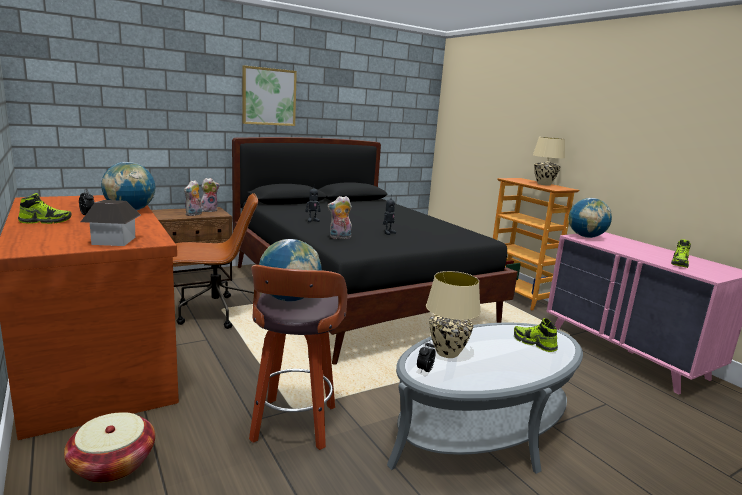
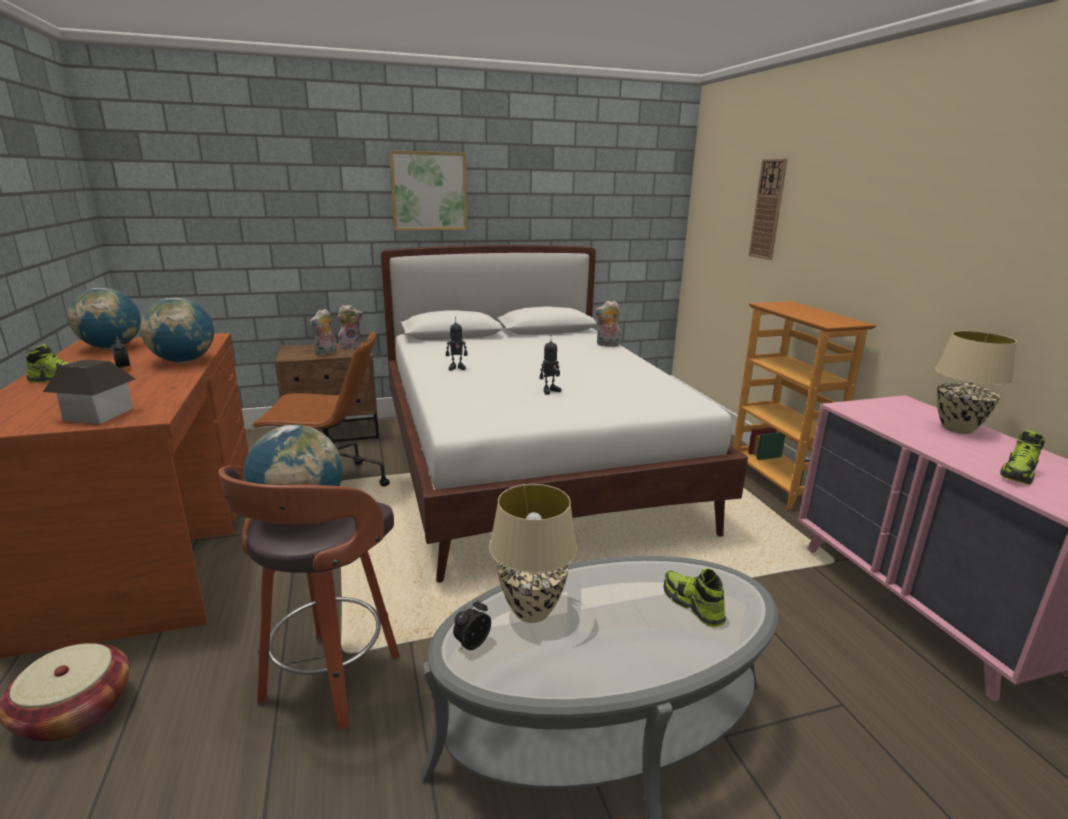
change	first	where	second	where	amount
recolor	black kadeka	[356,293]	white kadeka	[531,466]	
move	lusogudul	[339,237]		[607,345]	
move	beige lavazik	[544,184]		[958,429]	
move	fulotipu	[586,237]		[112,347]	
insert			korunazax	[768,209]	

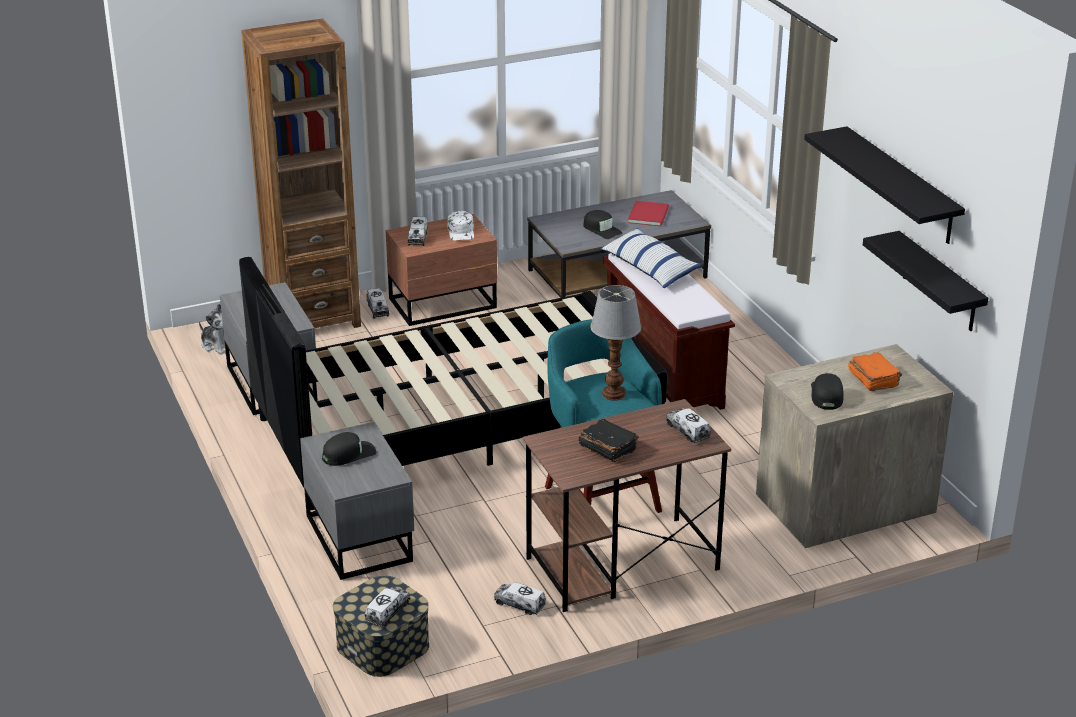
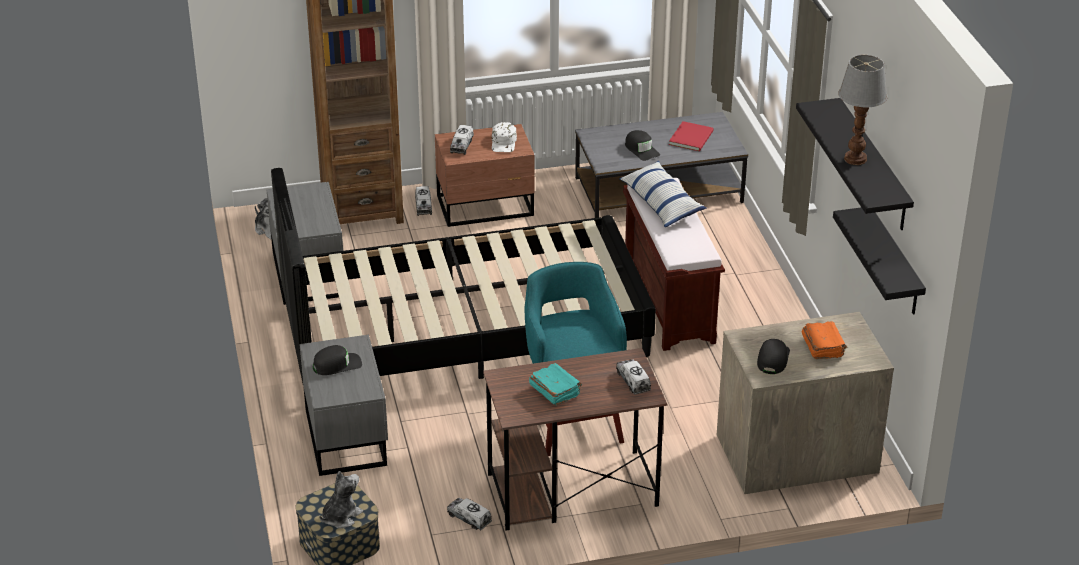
change	first	where	second	where	amount
replace	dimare	[387,612]	lusogudul	[341,517]	
recolor	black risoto	[607,448]	turquoise risoto	[555,391]	
move	lavazik	[614,394]		[856,159]	

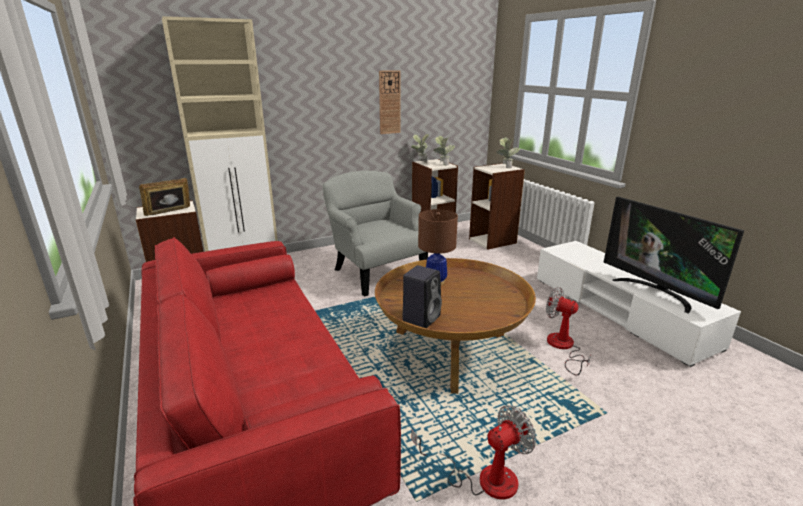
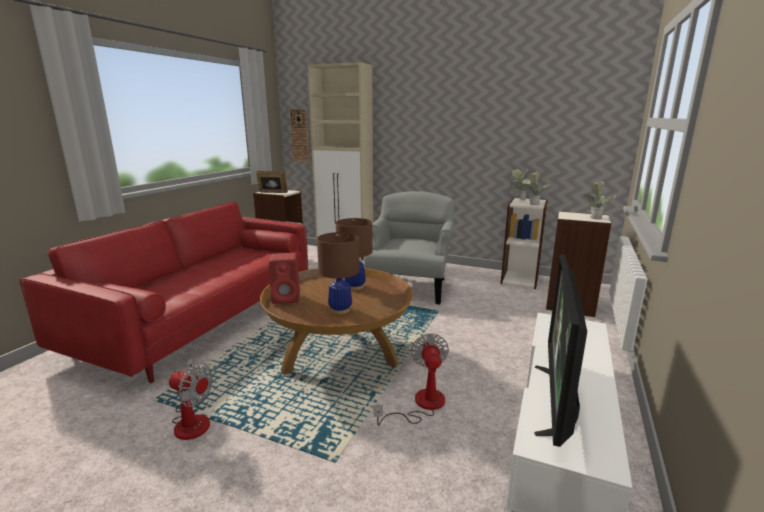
change	first	where	second	where	amount
move	korunazax	[389,102]		[300,135]	
recolor	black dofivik	[421,317]	red dofivik	[287,298]	
insert			brown lavazik	[340,310]	

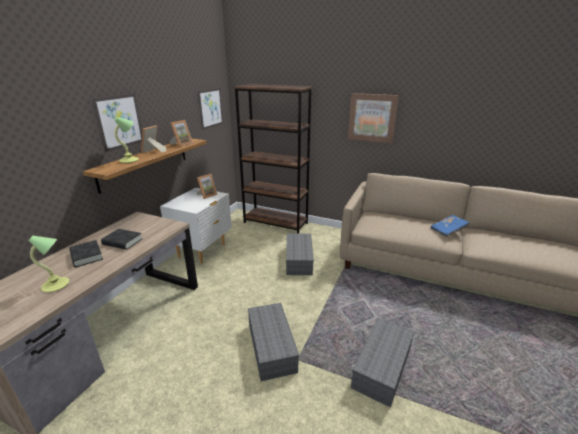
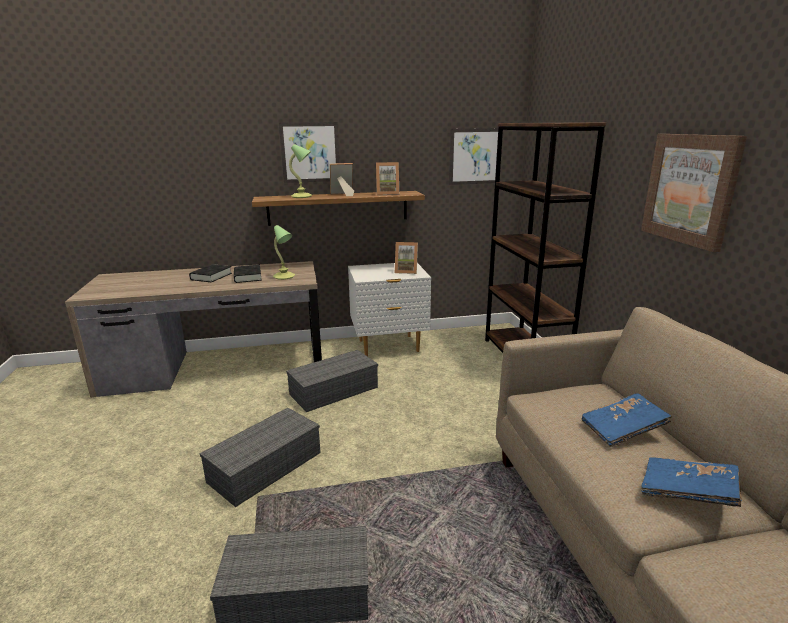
change	first	where	second	where	amount
move	lavazik	[56,285]		[284,277]	
move	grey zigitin	[298,260]		[334,390]	
insert			blue risoto	[622,429]	

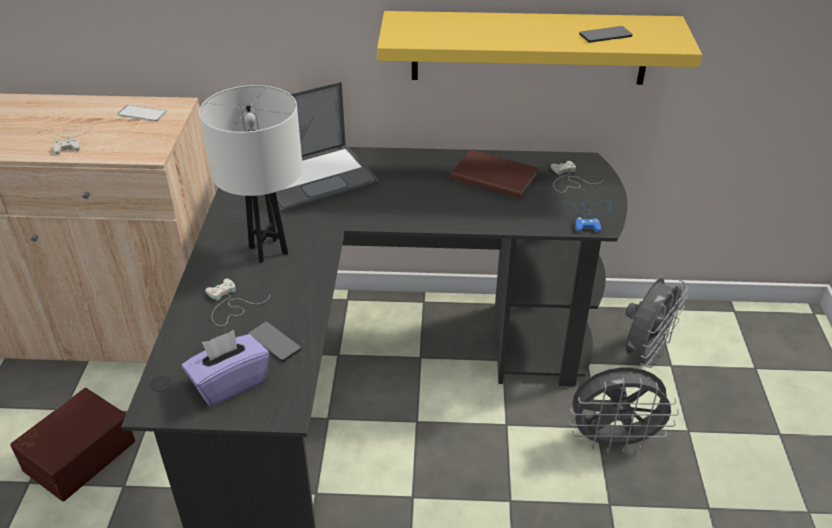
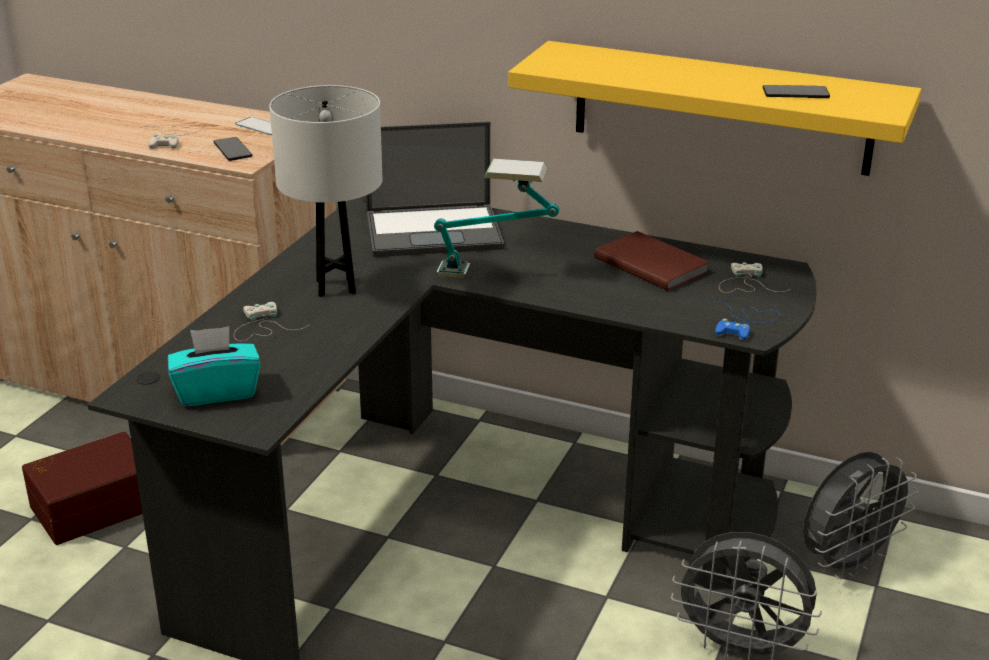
change	first	where	second	where	amount
recolor	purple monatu	[229,383]	turquoise monatu	[216,392]	
move	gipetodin	[274,342]		[232,150]	
insert			lavazik	[496,274]	

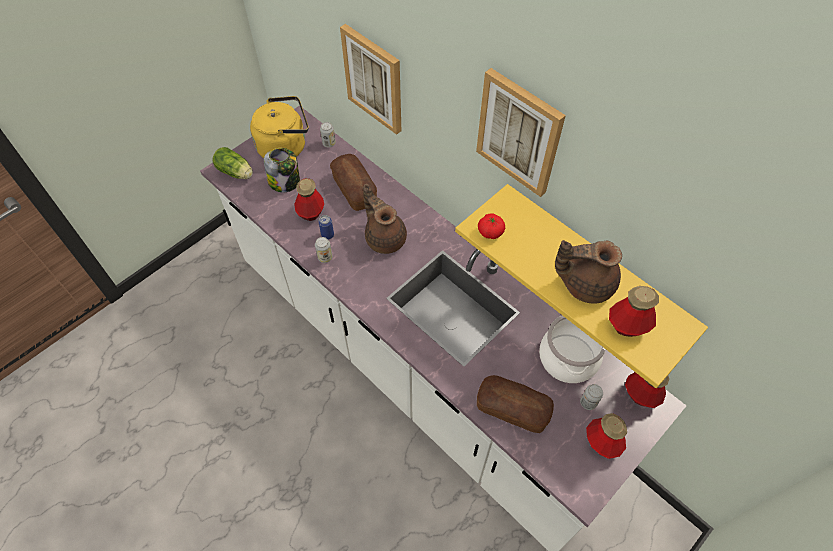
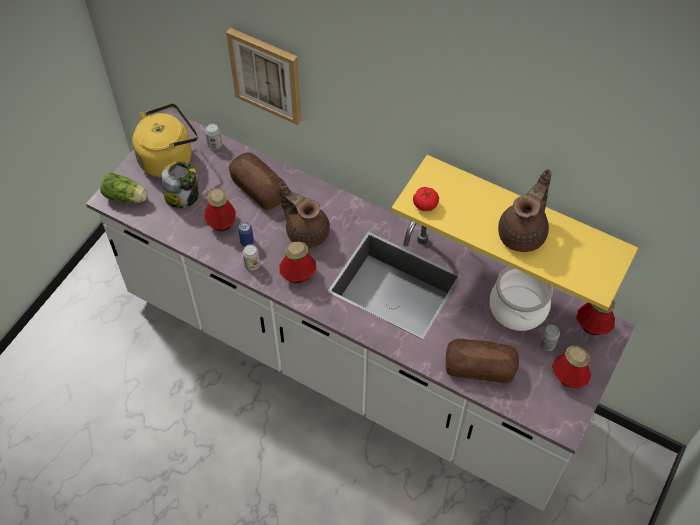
change	first	where	second	where	amount
delete	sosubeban	[519,133]			
rotate	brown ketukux	[585,283]		[523,233]	135 degrees clockwise
move	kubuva	[627,325]		[298,274]	

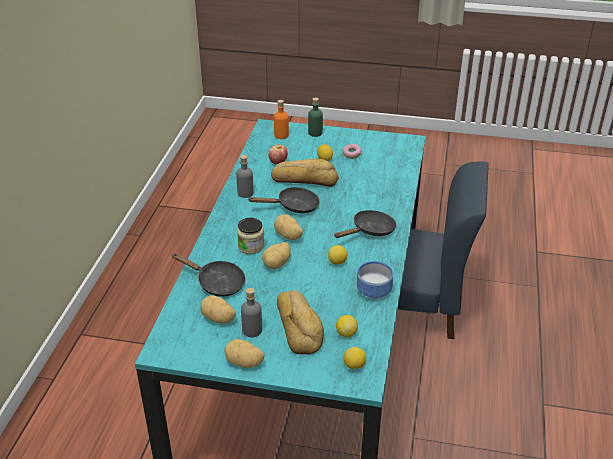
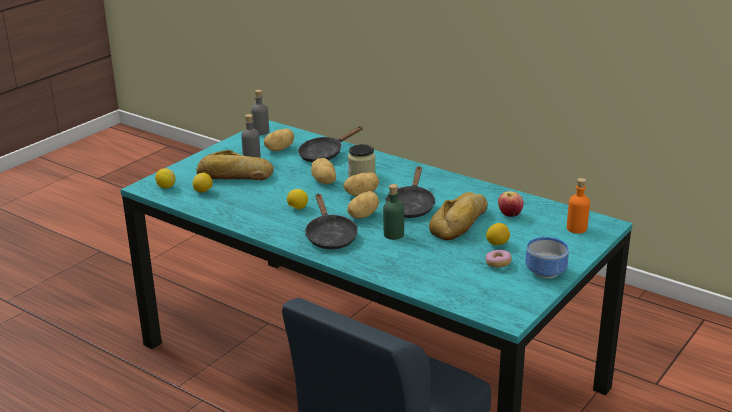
change	first	where	second	where	amount
move	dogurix	[244,363]		[362,215]	
move	grey kubuva	[245,193]		[261,132]	
move	green kubuva	[315,133]		[393,234]	
move	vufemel	[375,290]		[546,273]	

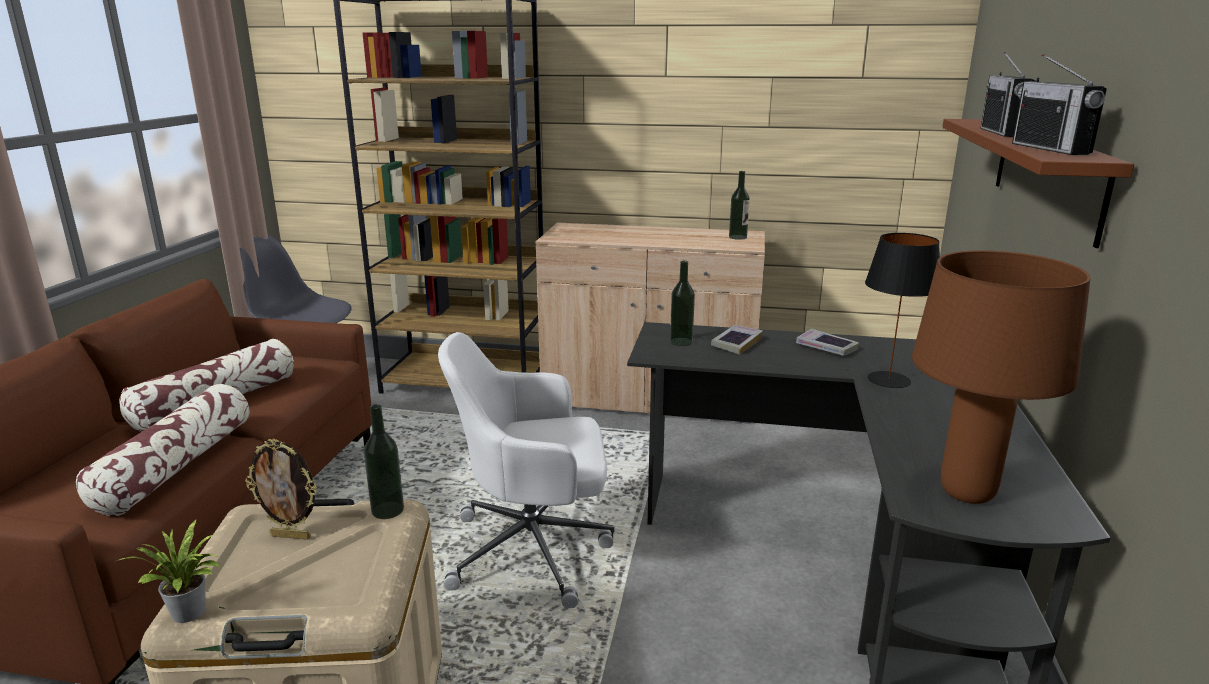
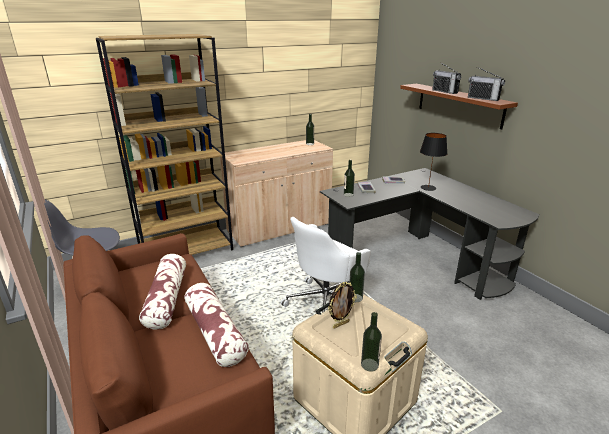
change	first	where	second	where	amount
replace	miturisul	[190,614]	kubuva	[369,365]	
delete	brown lavazik	[968,493]			

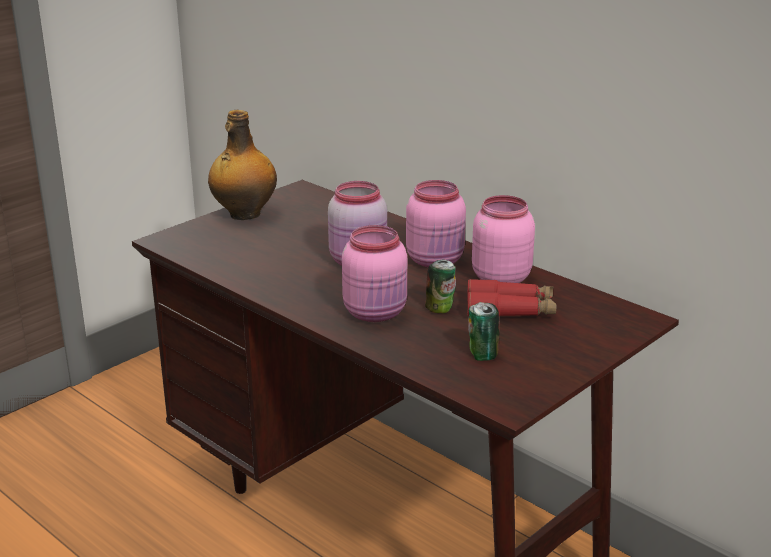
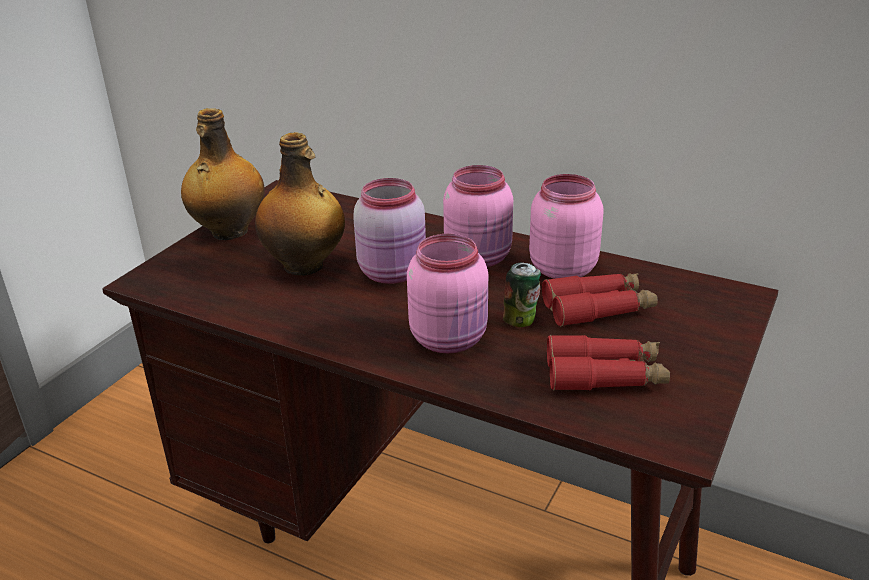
change	first	where	second	where	amount
replace	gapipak	[482,355]	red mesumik	[605,375]	
insert			kubuva	[305,266]	

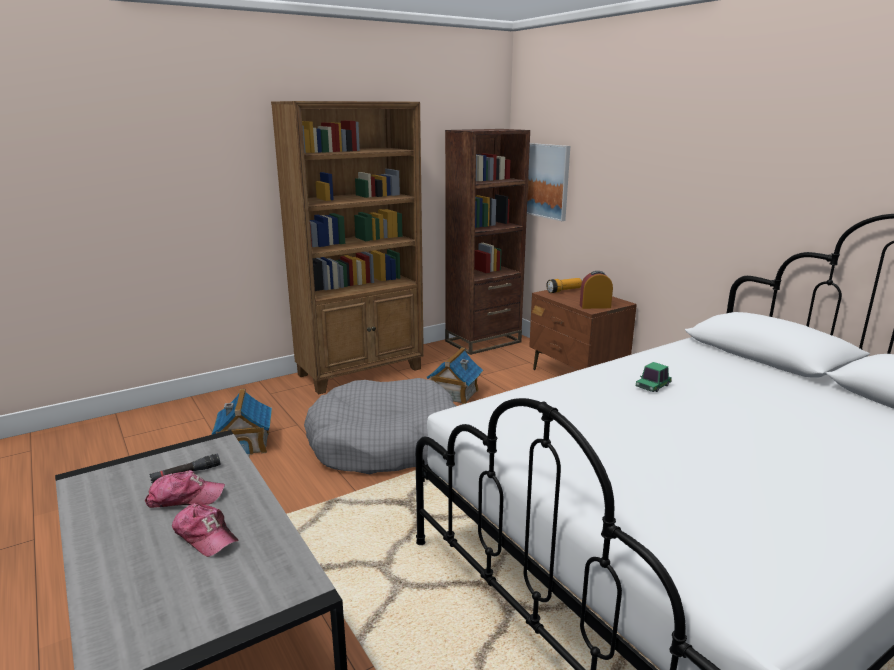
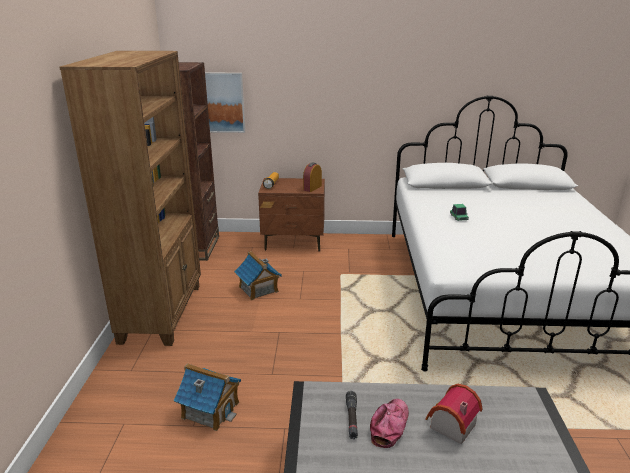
change	first	where	second	where	amount
replace	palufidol	[205,535]	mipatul	[449,425]	
delete	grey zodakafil	[384,443]			

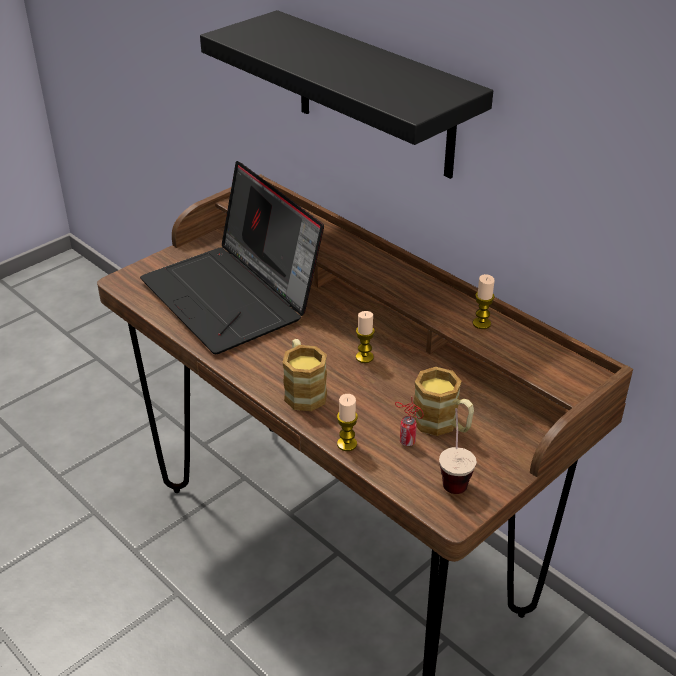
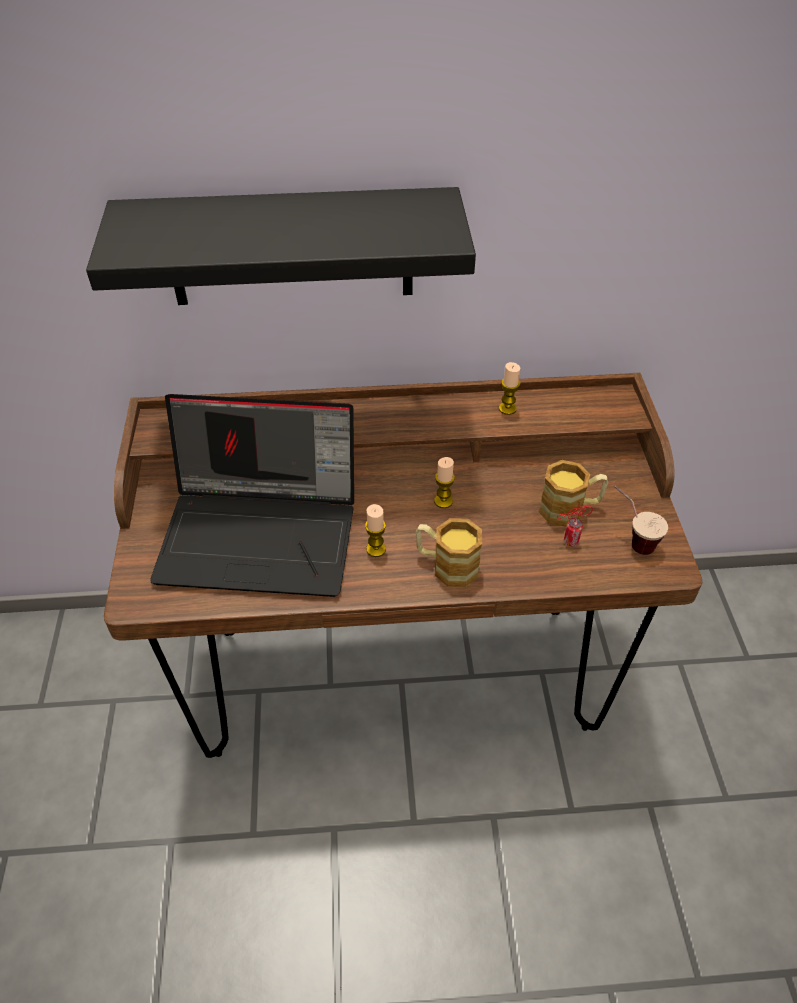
change	first	where	second	where	amount
move	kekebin	[347,444]		[376,549]	

